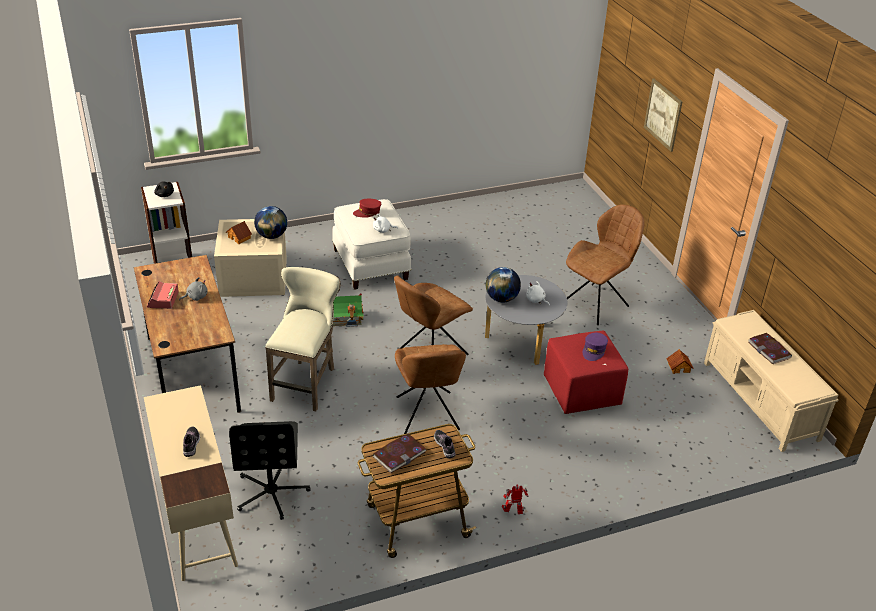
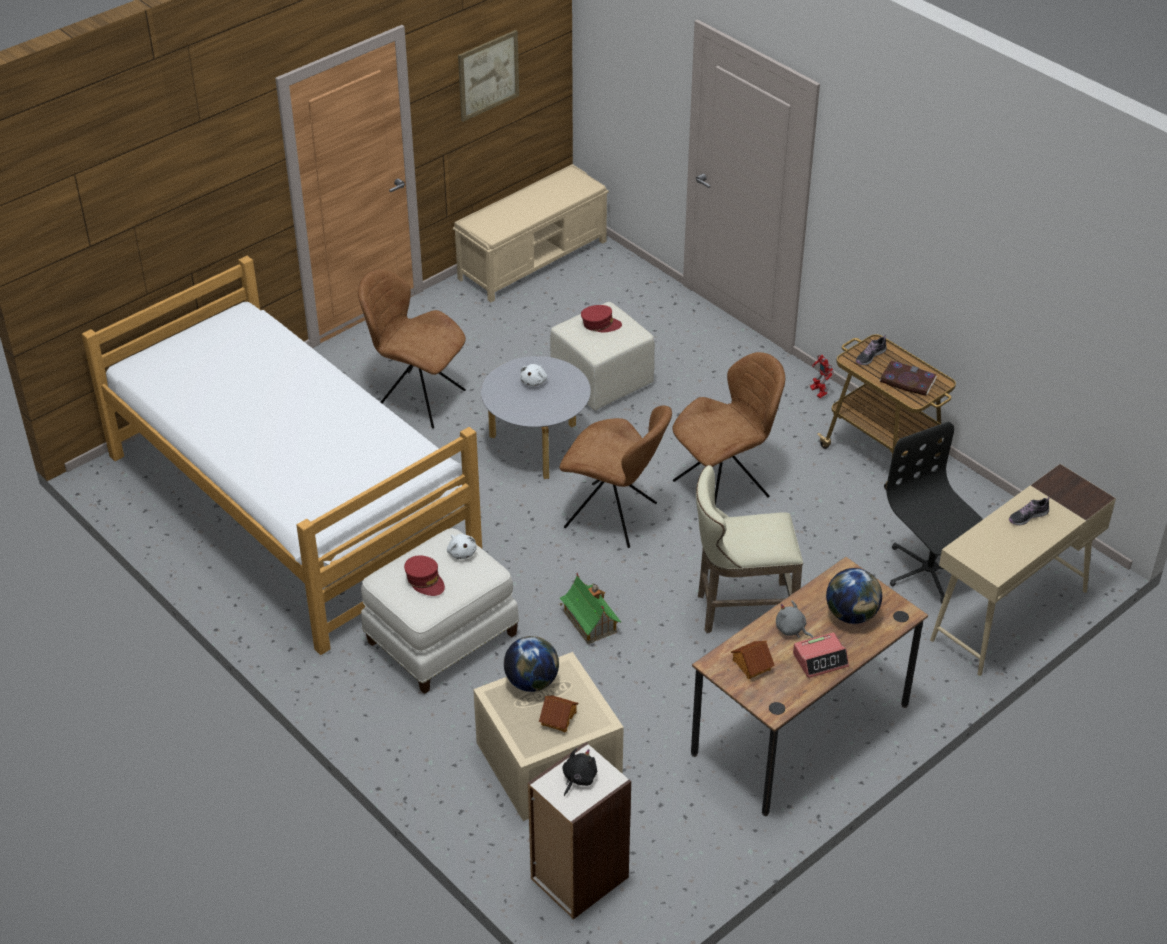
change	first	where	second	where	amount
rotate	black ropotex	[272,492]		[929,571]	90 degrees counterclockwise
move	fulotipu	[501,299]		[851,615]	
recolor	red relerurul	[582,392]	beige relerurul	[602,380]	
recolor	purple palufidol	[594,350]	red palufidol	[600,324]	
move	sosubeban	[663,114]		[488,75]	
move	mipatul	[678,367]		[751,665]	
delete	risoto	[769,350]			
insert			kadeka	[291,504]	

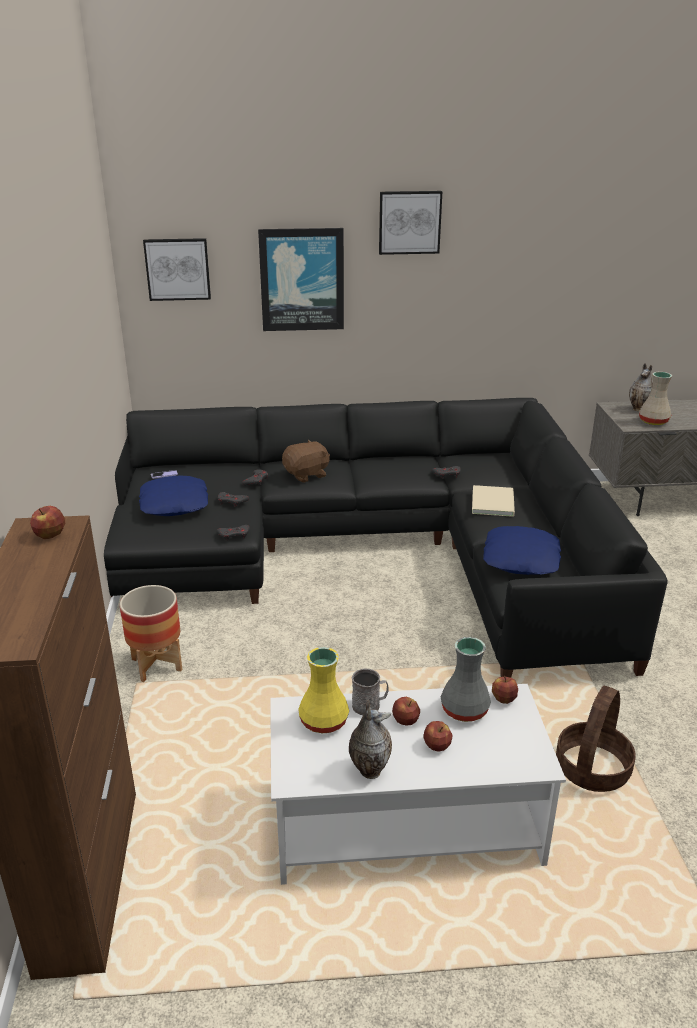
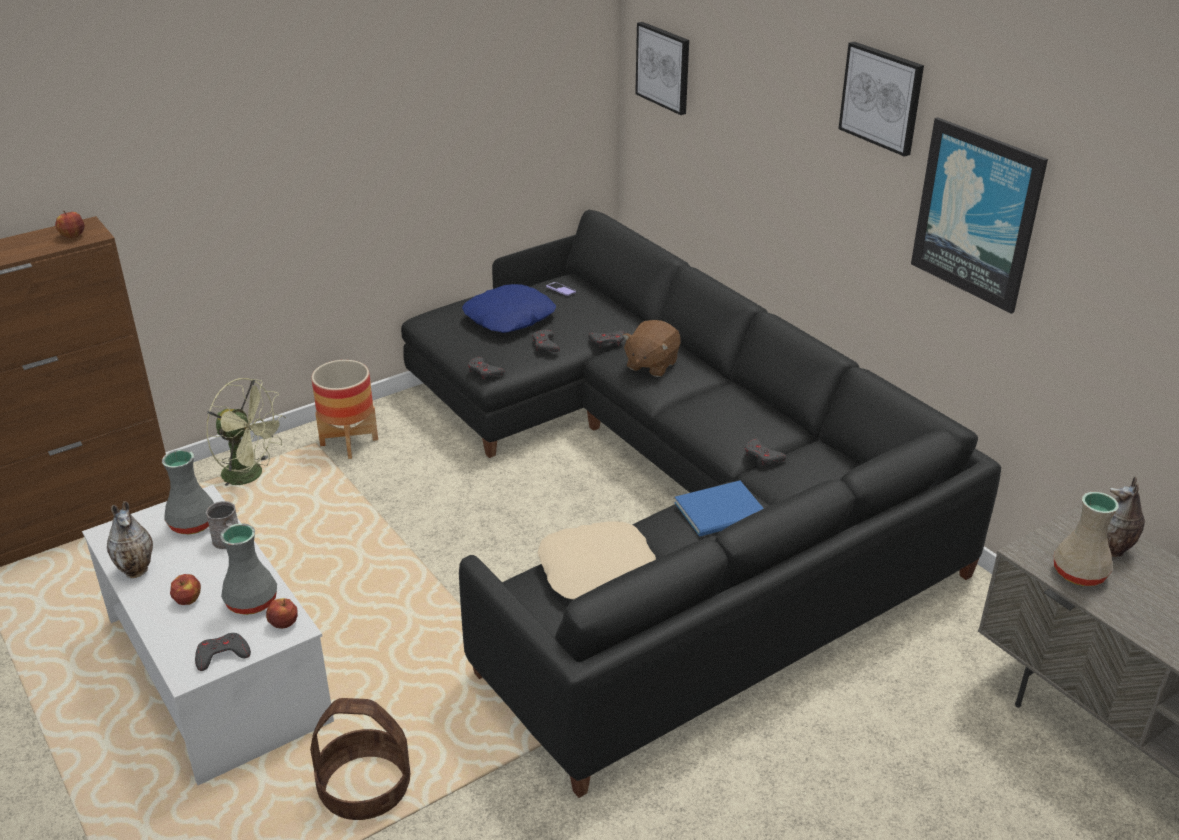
change	first	where	second	where	amount
move	sosubeban	[302,279]		[977,214]	
rotate	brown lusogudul	[306,475]		[651,364]	90 degrees clockwise
recolor	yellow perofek	[324,722]	grey perofek	[191,524]	
delete	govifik	[405,720]			
recolor	beige risoto	[494,502]	blue risoto	[723,511]	
recolor	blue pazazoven	[522,559]	beige pazazoven	[597,571]	
insert			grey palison	[222,655]	
insert			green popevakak	[251,475]	

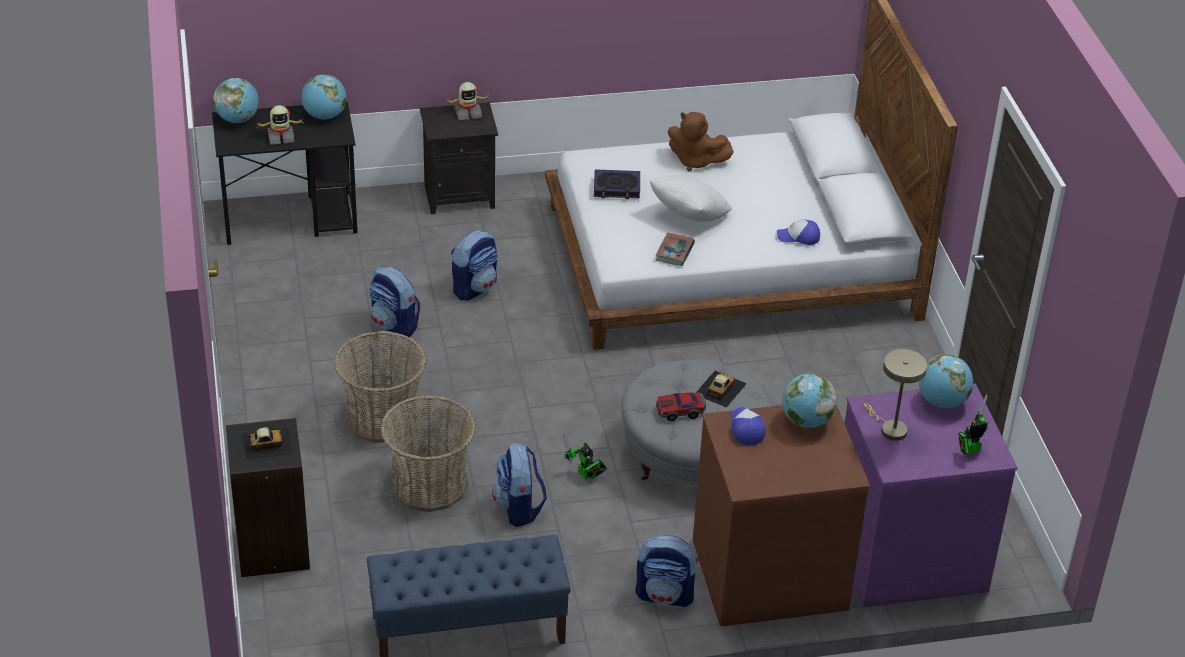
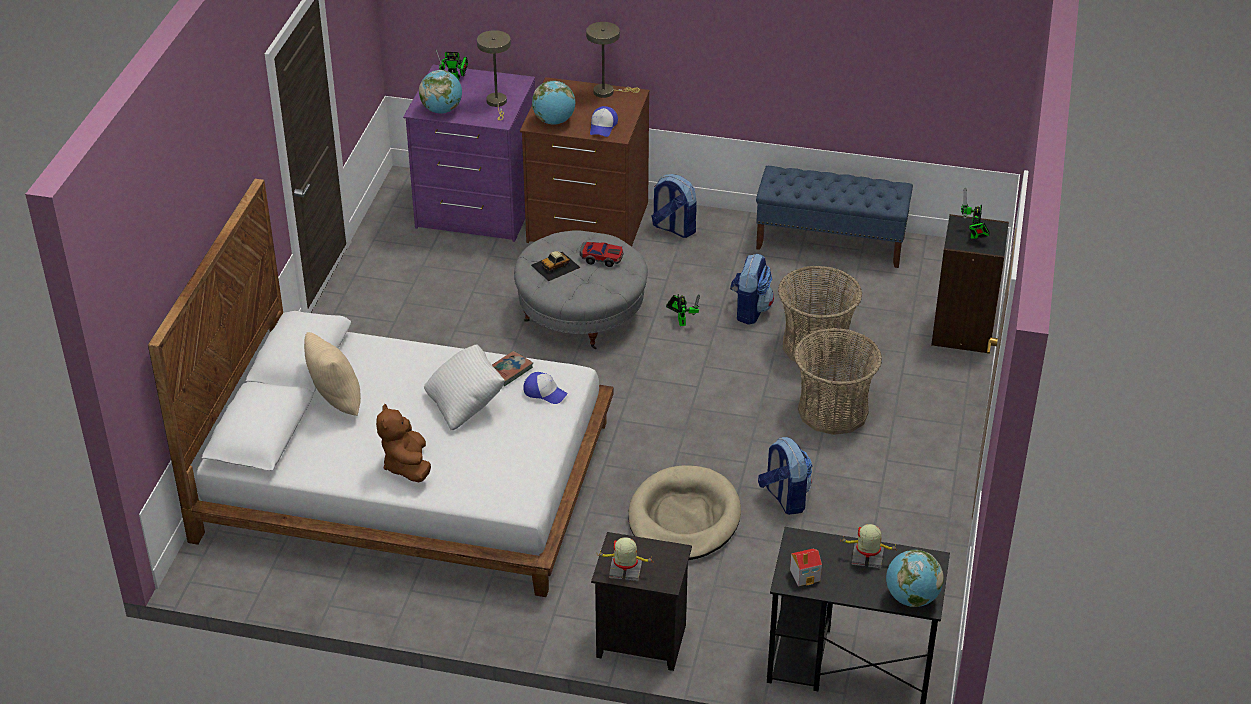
change	first	where	second	where	amount
replace	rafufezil	[266,443]	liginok	[973,236]	
replace	fulotipu	[325,116]	mipatul	[805,575]	
replace	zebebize	[475,288]	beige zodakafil	[684,518]	
delete	risoto	[616,188]			
rotate	brown lusogudul	[695,161]		[407,466]	150 degrees counterclockwise
move	palufidol	[798,237]		[545,392]	
insert			beige pazazoven	[335,403]	
insert			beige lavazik	[607,92]	

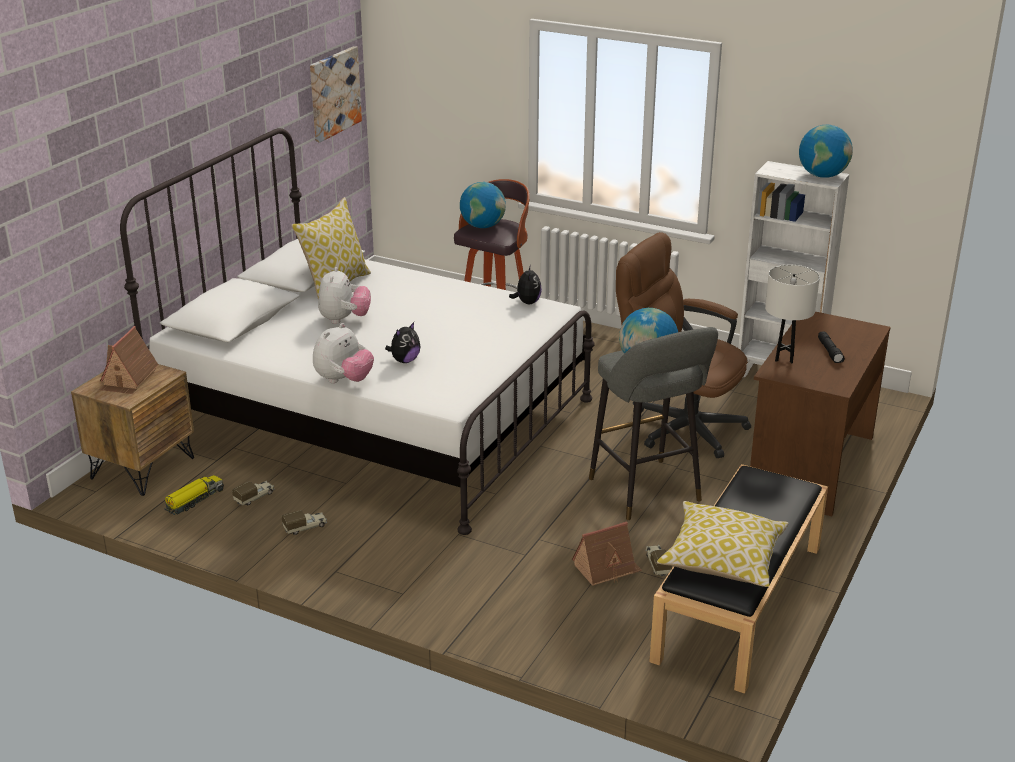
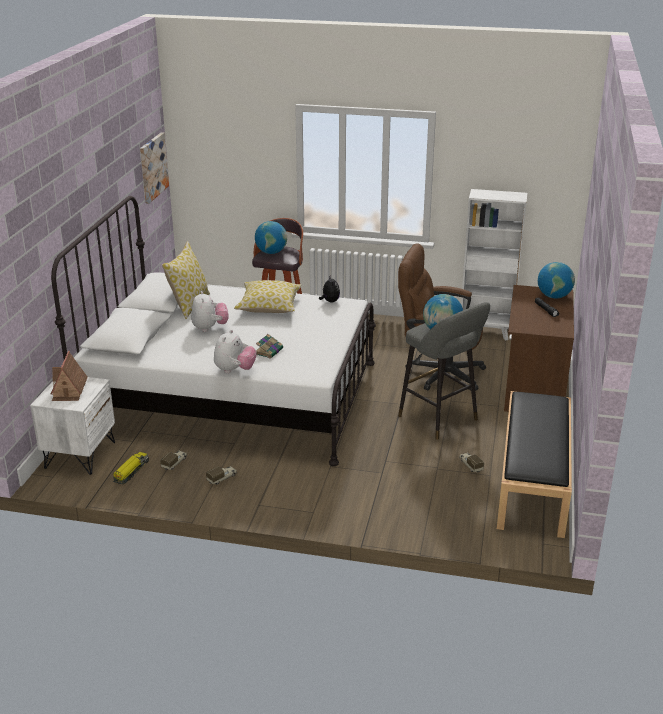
change	first	where	second	where	amount
recolor	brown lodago	[142,468]	white lodago	[79,455]	
replace	lusogudul	[404,360]	risoto	[269,351]	
delete	mipatul	[606,568]			
move	pazazoven	[722,559]		[268,306]	
delete	white lavazik	[784,358]			
move	fulotipu	[822,175]		[554,296]	

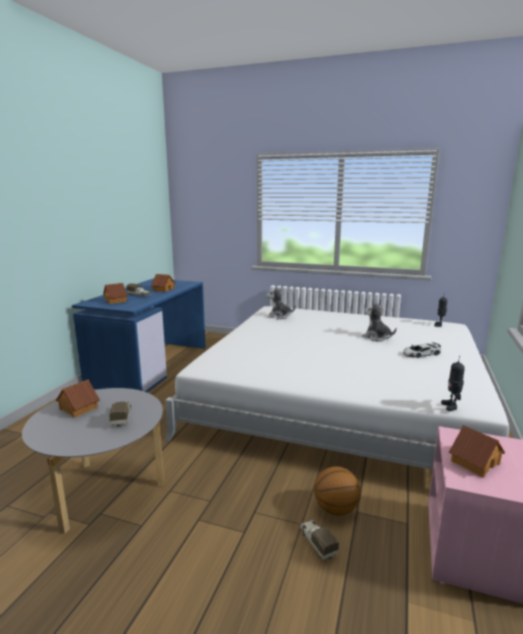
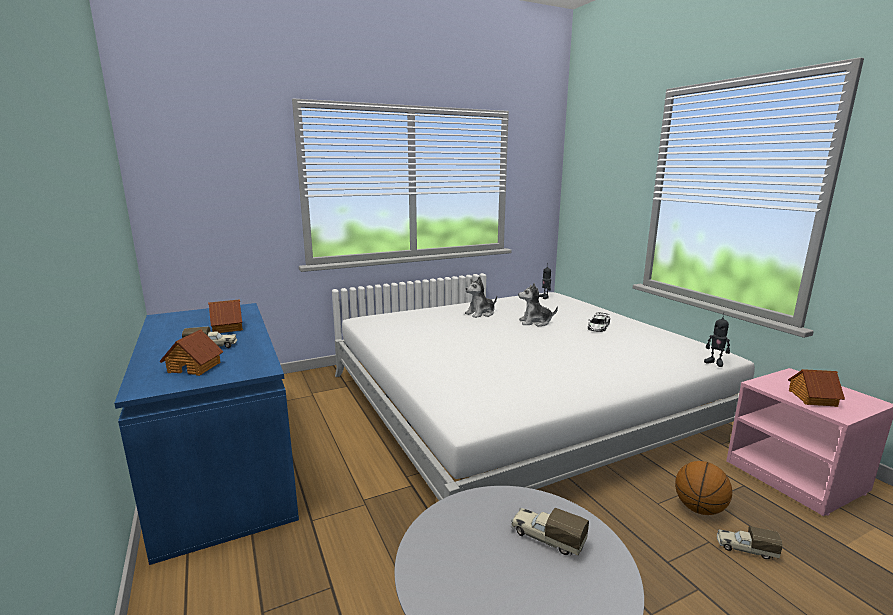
change	first	where	second	where	amount
delete	mipatul	[78,408]			
move	lusogudul	[279,316]		[481,313]	

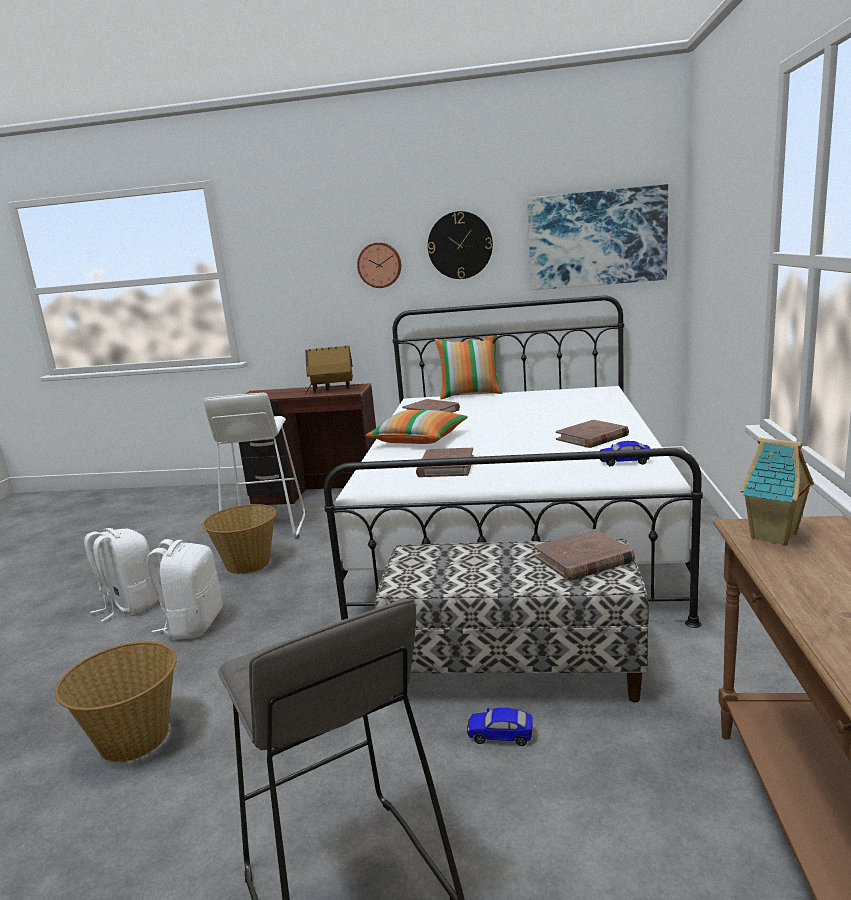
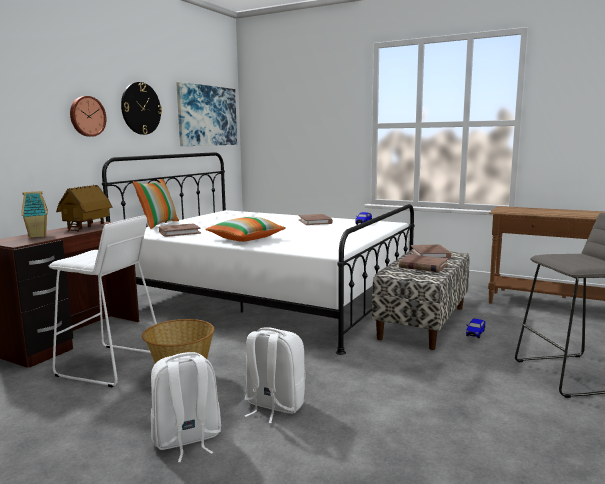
change	first	where	second	where	amount
delete	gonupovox	[133,739]			
move	brown risoto	[445,466]		[423,266]	
move	mipatul	[775,537]		[38,236]	

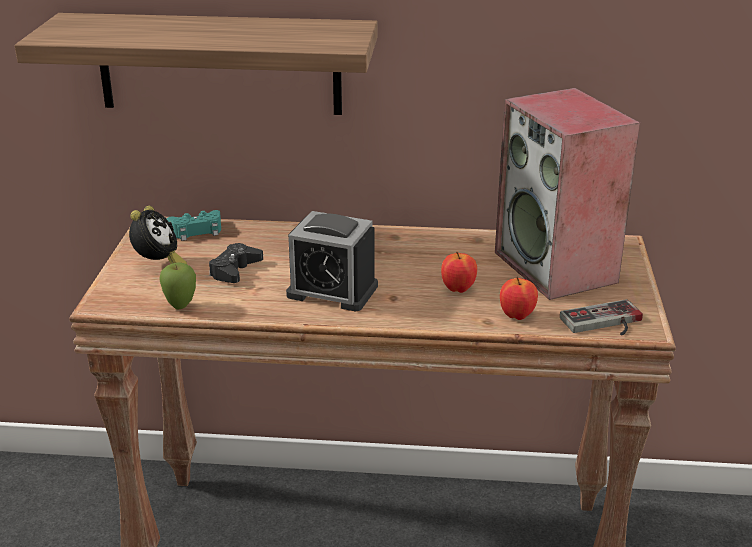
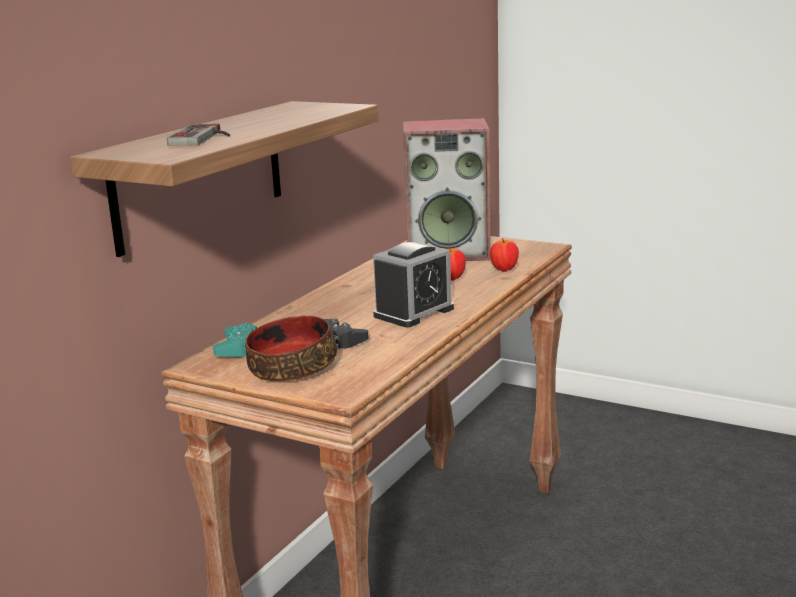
change	first	where	second	where	amount
replace	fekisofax	[158,265]	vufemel	[291,367]	
delete	govifik	[180,306]			
move	palison	[605,323]		[204,138]	

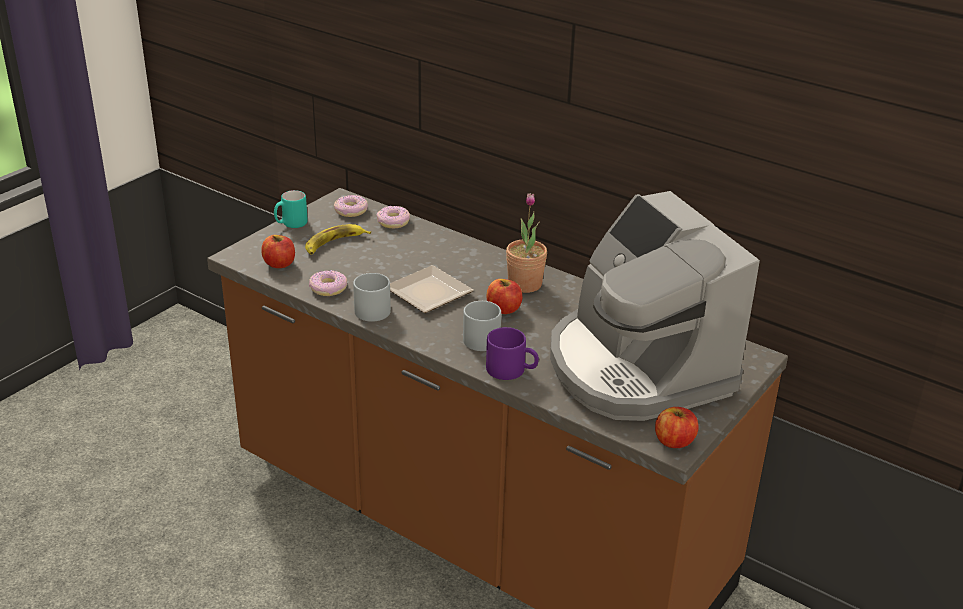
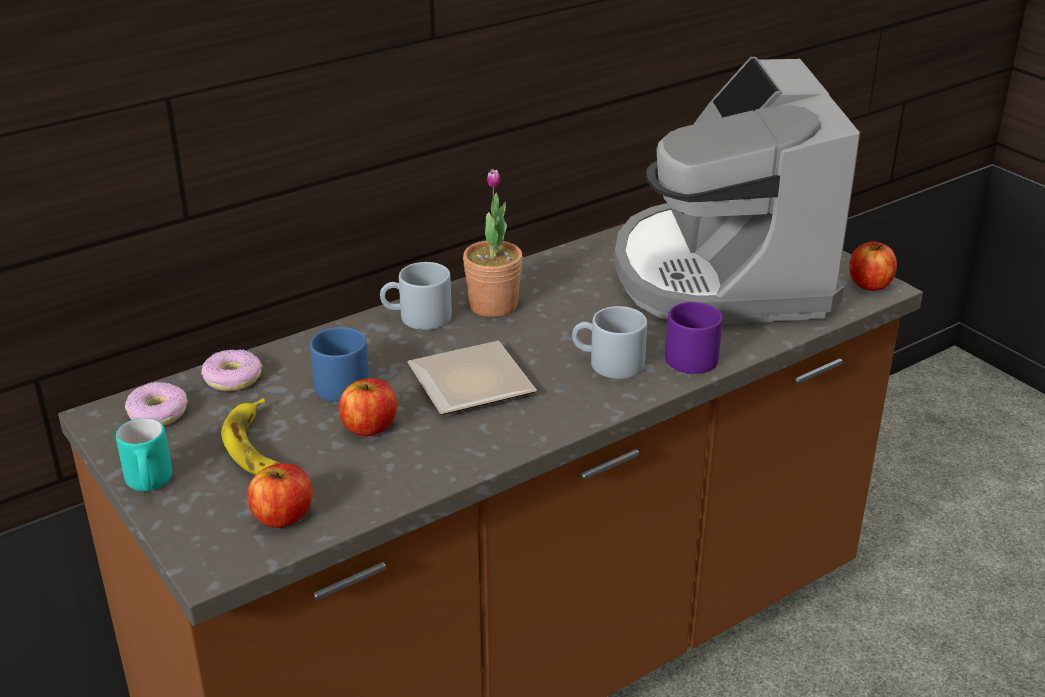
change	first	where	second	where	amount
delete	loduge	[328,288]			
move	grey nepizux	[369,308]		[417,317]	
move	govifik	[504,309]		[369,427]	
rotate	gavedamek	[636,368]		[722,274]	90 degrees clockwise
insert			blue nepizux	[340,381]	

